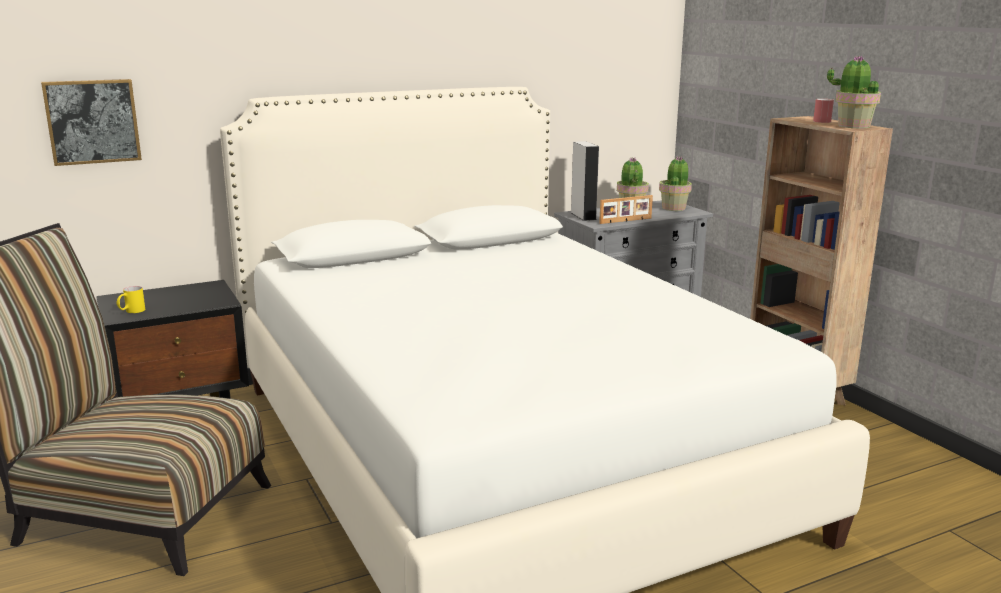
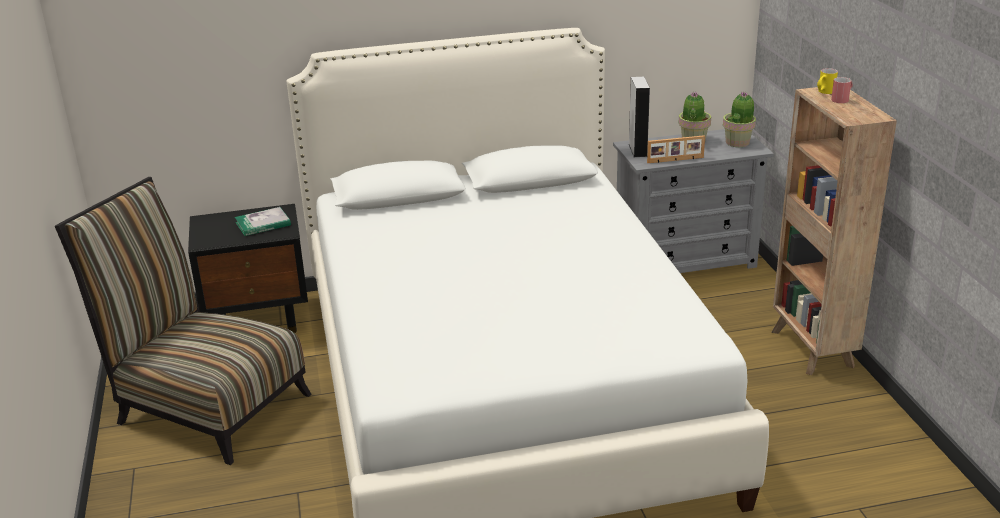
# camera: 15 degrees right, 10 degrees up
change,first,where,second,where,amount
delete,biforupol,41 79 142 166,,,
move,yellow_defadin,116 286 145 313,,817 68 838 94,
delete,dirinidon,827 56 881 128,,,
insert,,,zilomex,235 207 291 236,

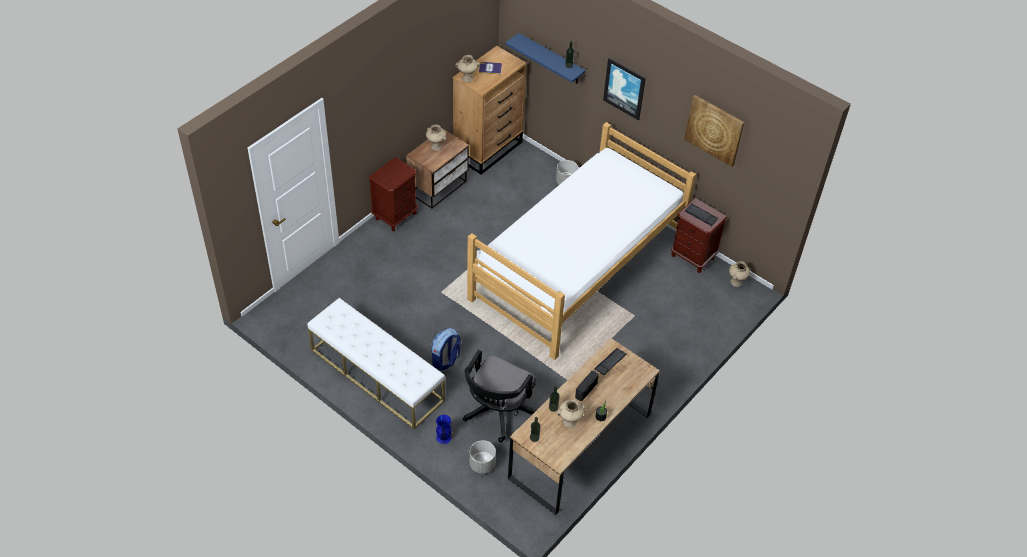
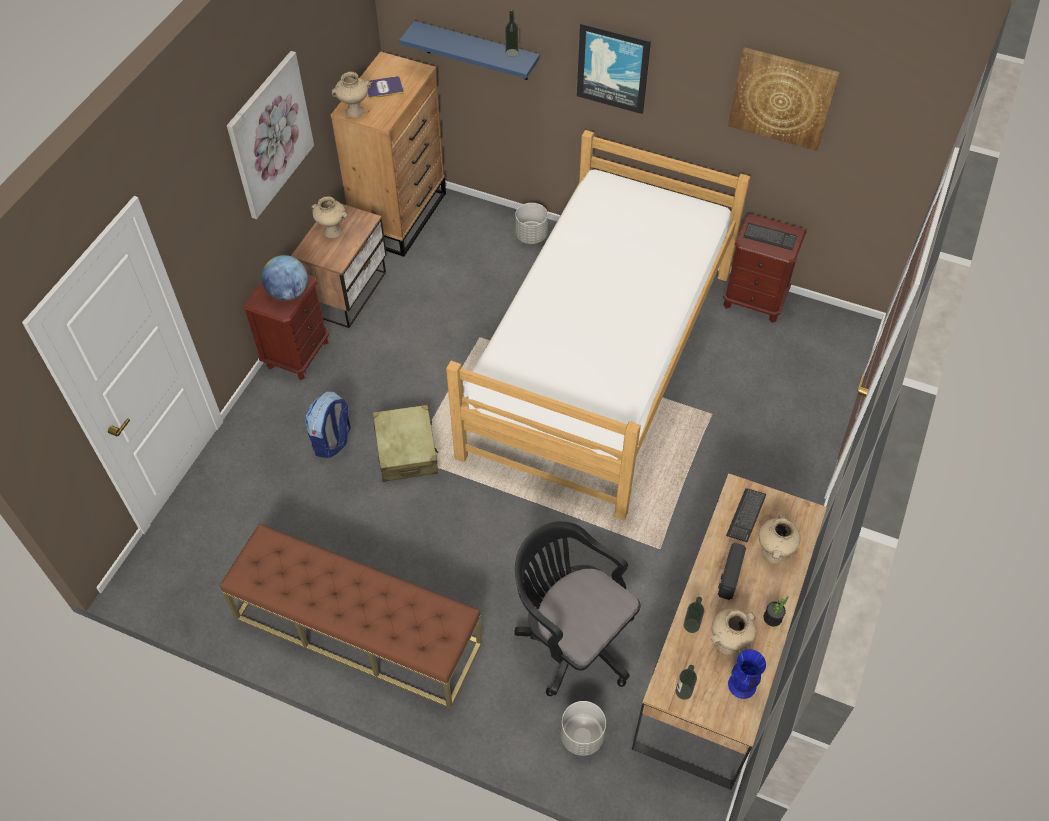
# camera: 15 degrees left, 5 degrees up
change,first,where,second,where,amount
recolor,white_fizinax,307 298 445 429,brown_fizinax,220 524 482 709,
move,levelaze,431 328 461 371,,305 391 351 458,
move,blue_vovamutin,436 415 452 444,,728 649 766 699,
rotate,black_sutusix,463 350 536 442,,514 521 640 696,120 degrees clockwise
move,beige_vovamutin,729 261 750 287,,759 514 801 564,
insert,,,biforupol,227 51 314 219,
insert,,,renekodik,261 255 308 301,
insert,,,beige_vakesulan,373 405 438 482,

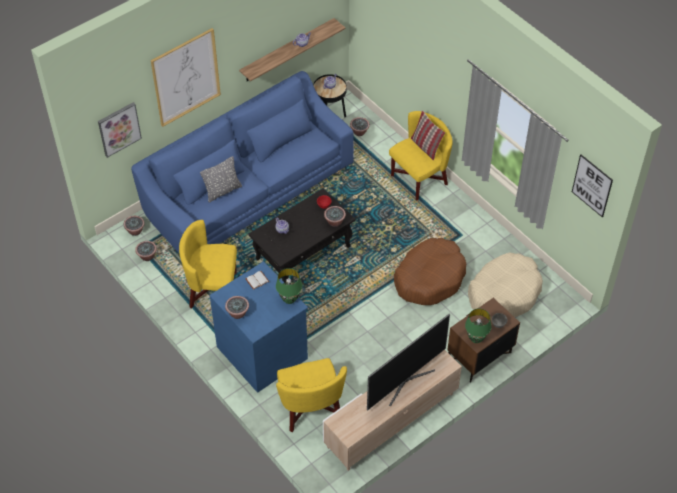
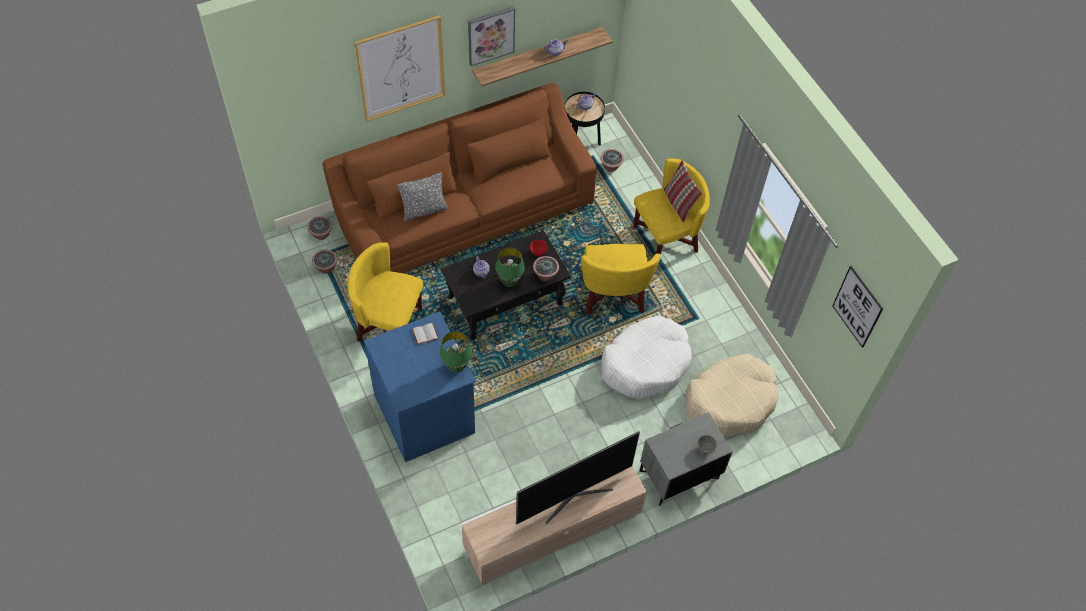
# camera: 10 degrees right, 5 degrees up
change,first,where,second,where,amount
move,biforupol,98 102 142 158,,468 6 515 66,
recolor,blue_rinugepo,131 71 354 254,brown_rinugepo,322 83 597 273,
delete,dirinidon,225 296 249 319,,,
move,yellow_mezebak,276 358 347 432,,581 244 661 315,
recolor,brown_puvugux,394 238 466 305,white_puvugux,602 315 692 399,
recolor,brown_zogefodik,447 298 520 382,grey_zogefodik,640 413 733 506,
move,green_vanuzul,465 308 491 343,,495 248 525 287,

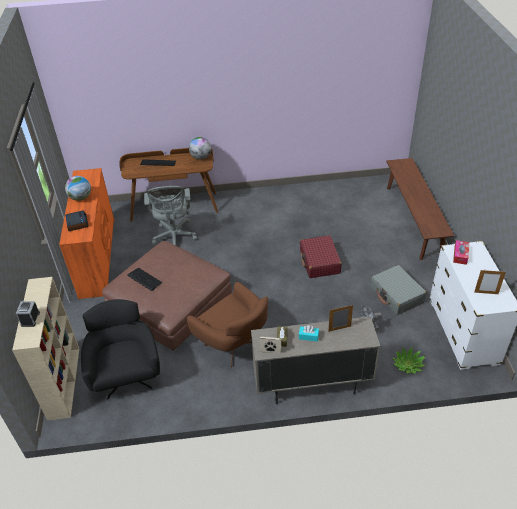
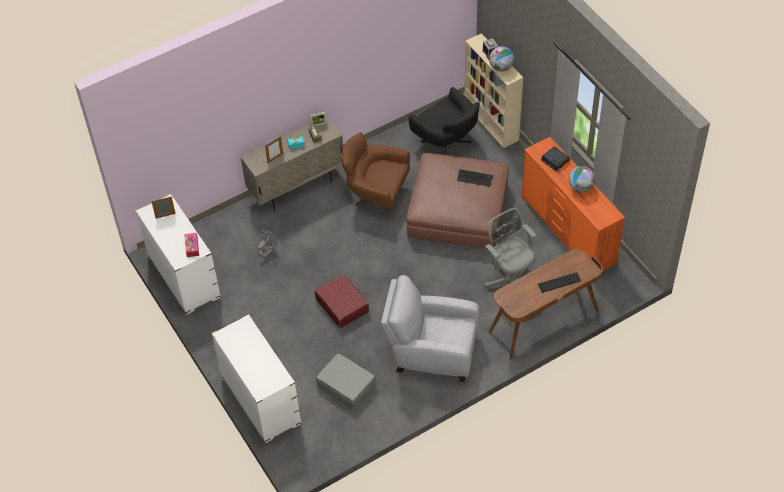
# camera: 155 degrees right, 10 degrees up
change,first,where,second,where,amount
move,renekodik,189 137 211 160,,489 46 514 72,
move,grey_vakesulan,371 265 426 315,,316 353 376 409,
replace,brown_fizinax,386 158 454 260,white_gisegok,211 314 301 443,
delete,dirinidon,393 347 425 374,,,
insert,,,grey_mezebak,381 275 480 382,

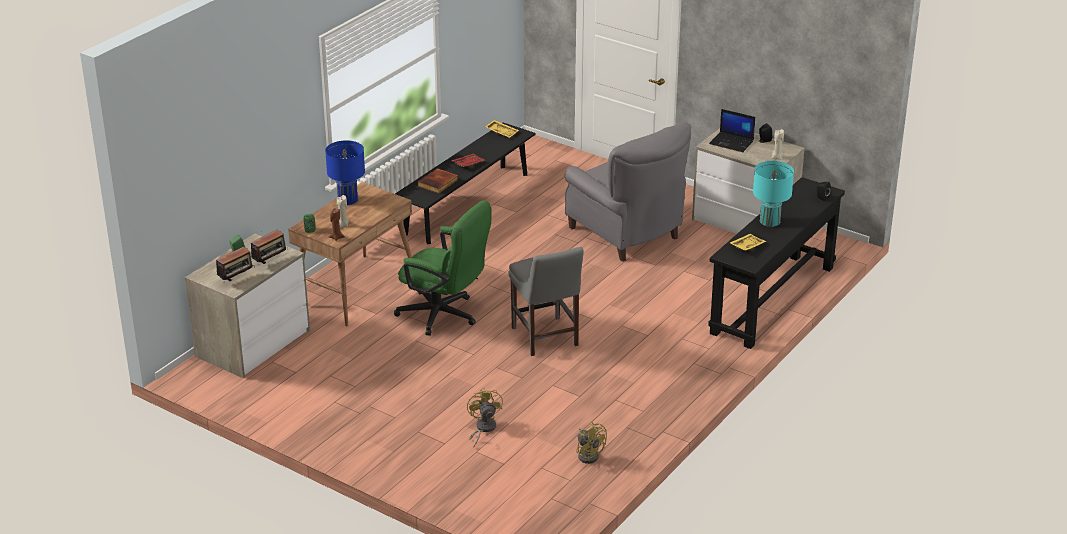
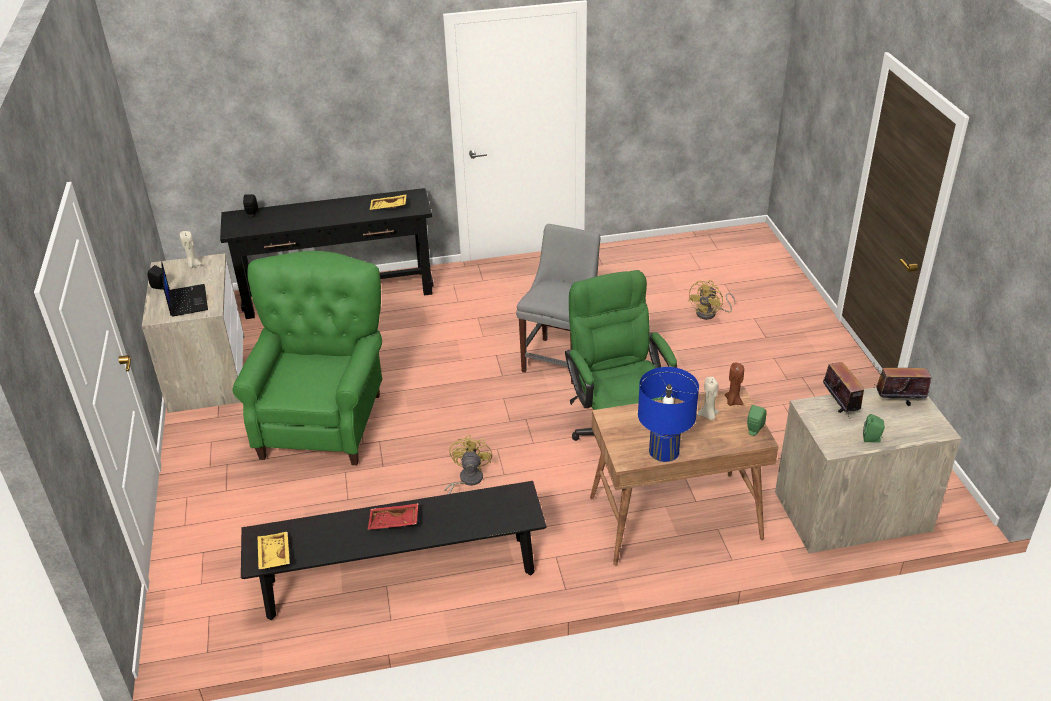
# camera: 135 degrees left, 5 degrees up
change,first,where,second,where,amount
rotate,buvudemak,251 230 286 267,,823 362 864 417,75 degrees clockwise
delete,zilomex,417 168 458 194,,,
recolor,grey_mezebak,564 122 691 262,green_mezebak,232 251 382 465,
move,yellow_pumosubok,576 422 607 464,,444 435 492 494,
delete,turquoise_vanuzul,753 161 794 227,,,

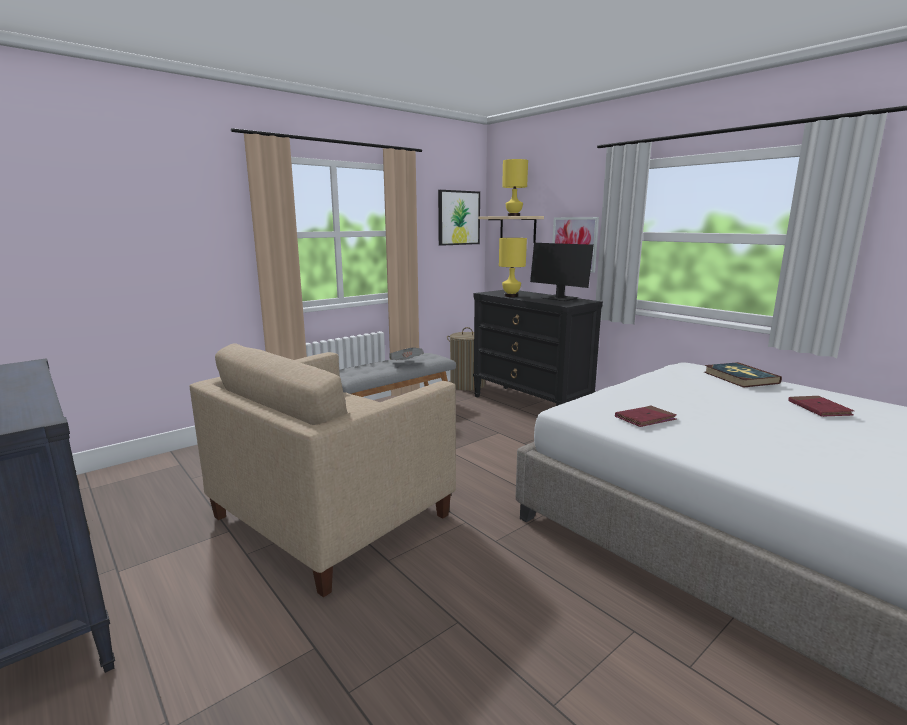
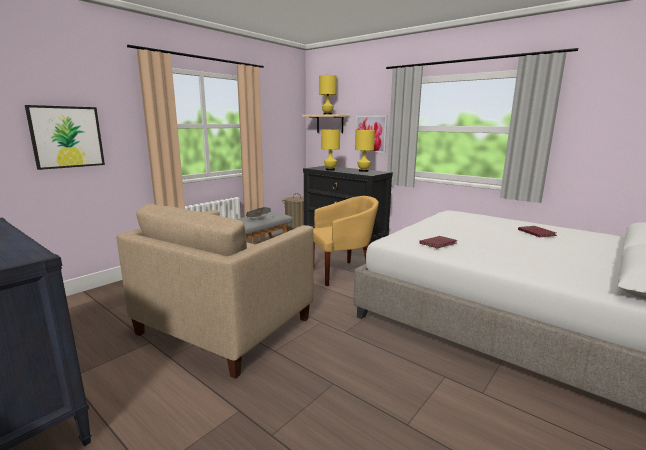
# camera: 10 degrees left, 0 degrees up
change,first,where,second,where,amount
move,biforupol,438 190 480 246,,25 105 105 170,
replace,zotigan,530 243 594 301,yellow_vanuzul,355 130 375 172,
delete,zilomex,704 362 782 388,,,
insert,,,yellow_mezebak,313 196 379 286,

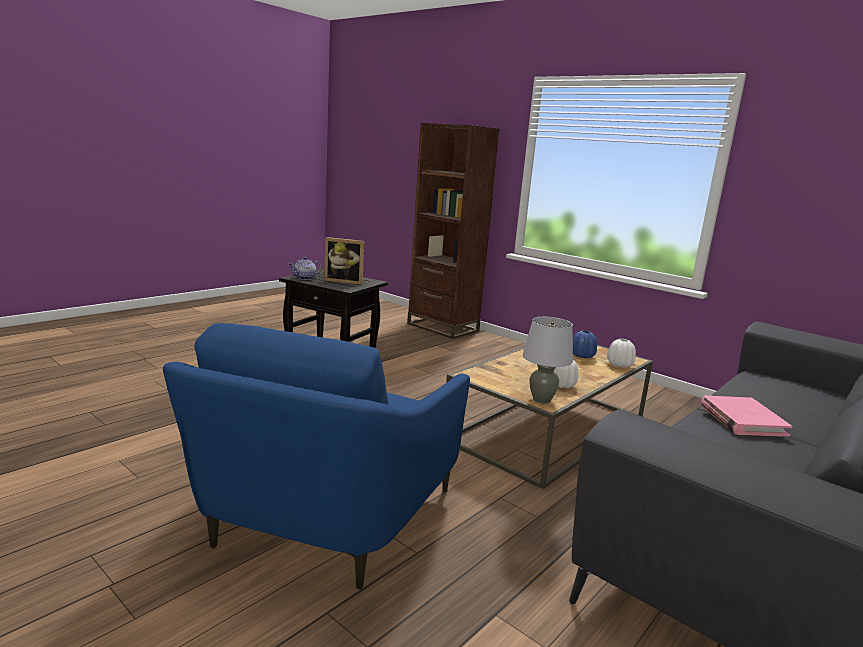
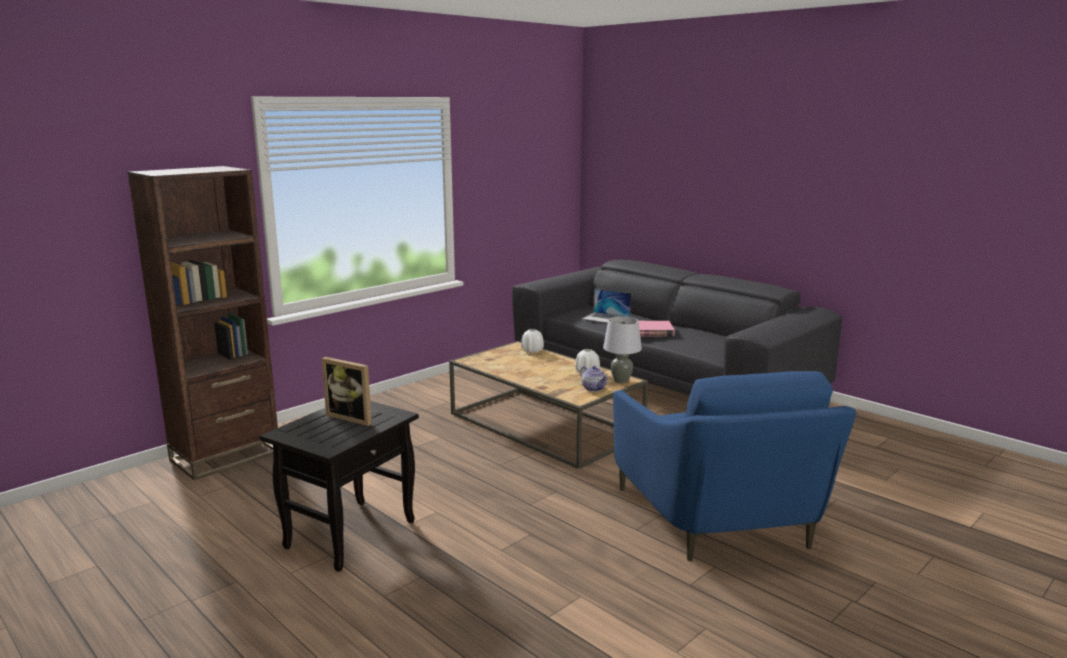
# camera: 85 degrees left, 0 degrees up
change,first,where,second,where,amount
rotate,blue_mezebak,163 323 470 589,,613 371 857 561,60 degrees clockwise
move,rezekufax,288 257 322 280,,580 366 608 392,
rotate,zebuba,324 237 364 285,,322 357 372 426,105 degrees clockwise
delete,blue_vovamutin,573 331 597 358,,,
insert,,,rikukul,582 288 631 323,

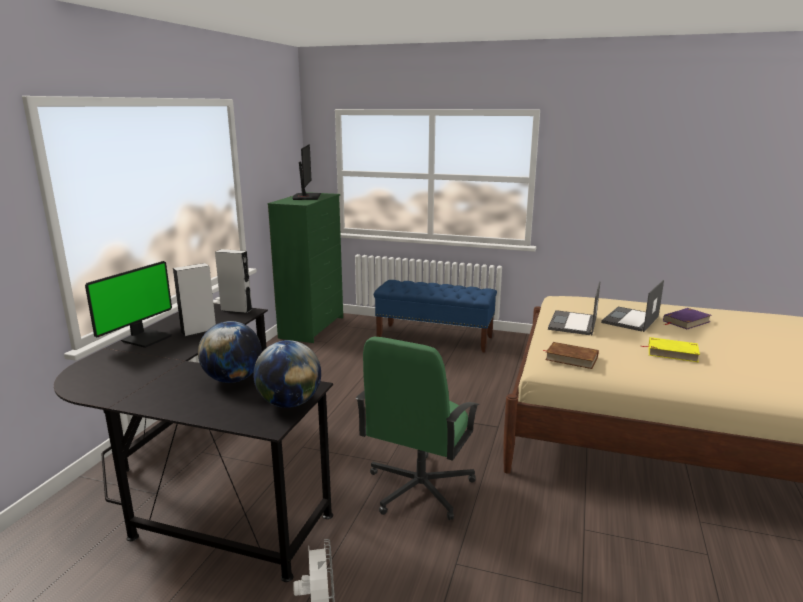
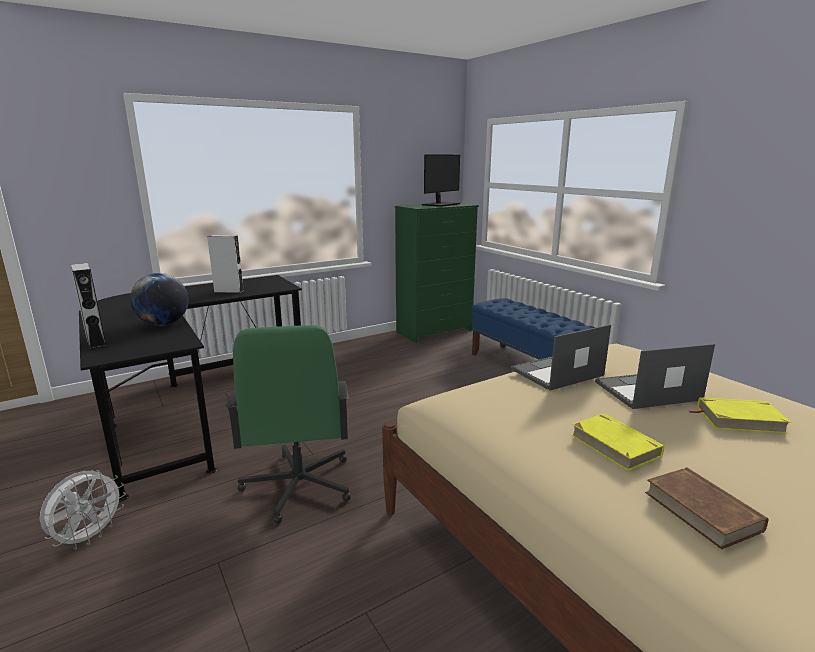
# camera: 40 degrees right, 0 degrees up
change,first,where,second,where,amount
delete,zotigan,85 261 172 348,,,
move,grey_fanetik,215 249 253 313,,71 263 107 349,
delete,renekodik,253 340 321 408,,,
rotate,green_sutusix,356 337 480 520,,226 325 351 524,75 degrees counterclockwise
move,brown_zilomex,542 342 599 369,,645 467 769 549,
recolor,purple_zilomex,663 308 711 329,yellow_zilomex,690 397 791 433,

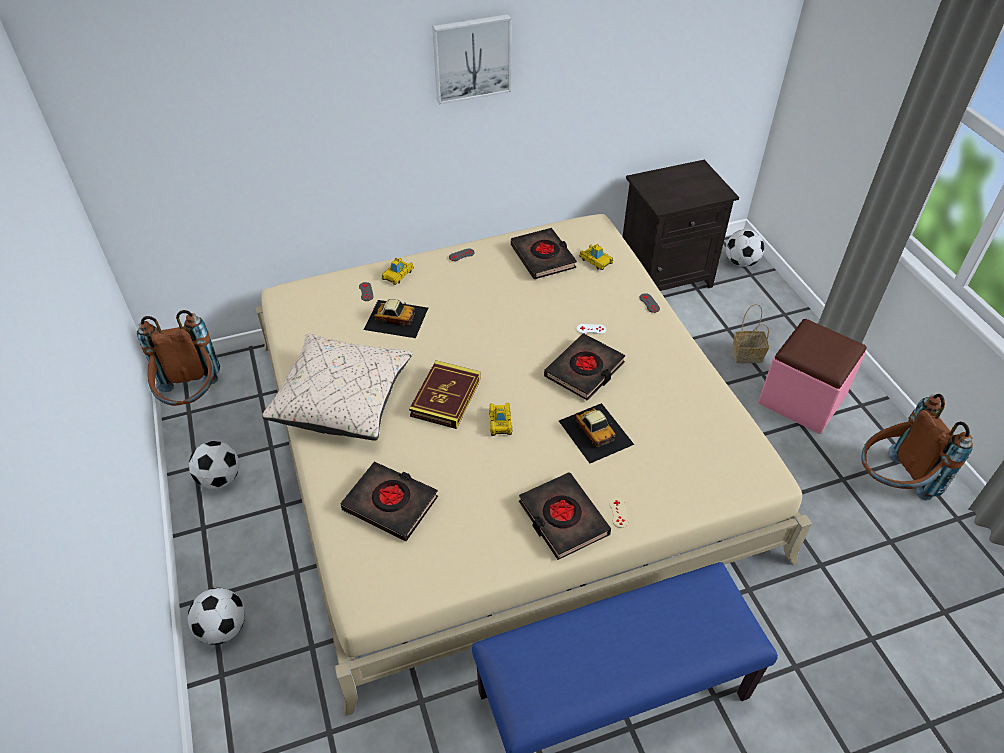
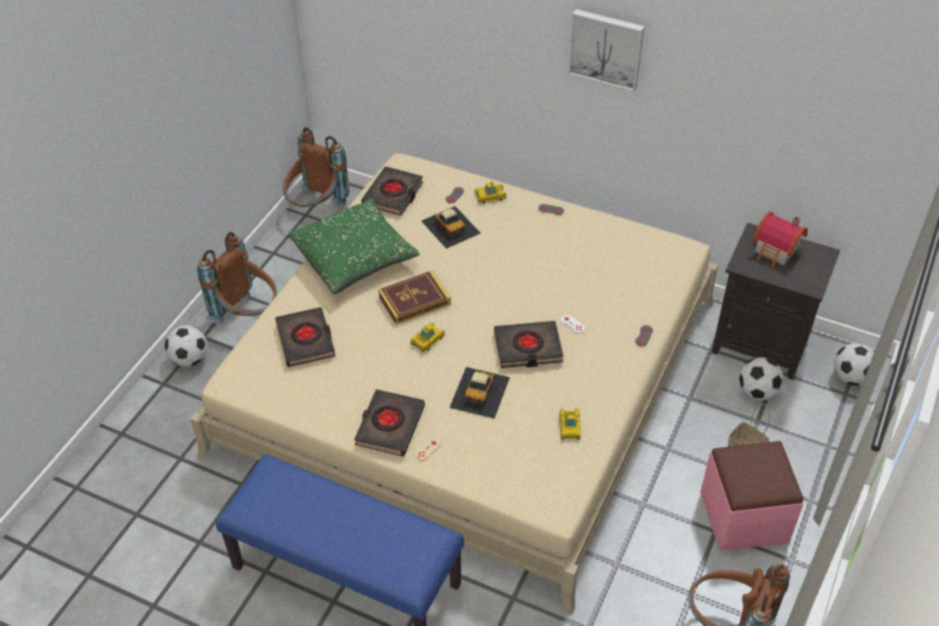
# camera: 45 degrees right, 0 degrees up
change,first,where,second,where,amount
move,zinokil,189 441 239 489,,739 357 784 401,
recolor,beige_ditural,262 333 413 441,green_ditural,289 198 420 294,
move,black_zilomex,511 228 577 279,,361 166 423 216,
move,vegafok,579 243 613 270,,559 408 581 440,
insert,,,brown_levelaze,197 232 277 323,
insert,,,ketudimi,753 211 808 268,

